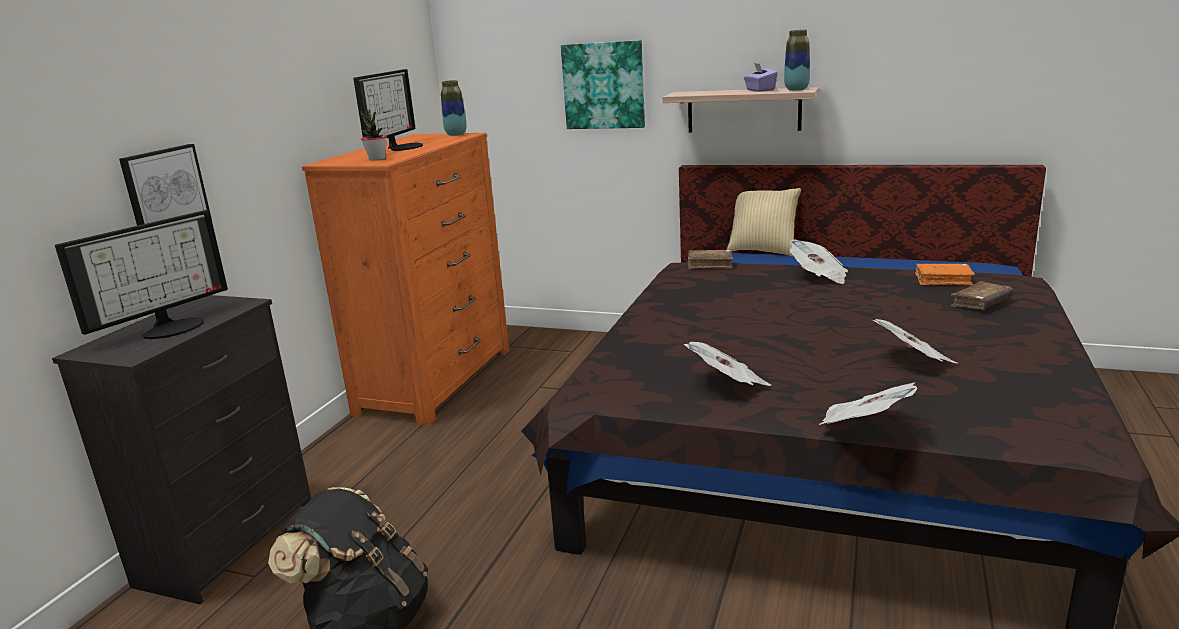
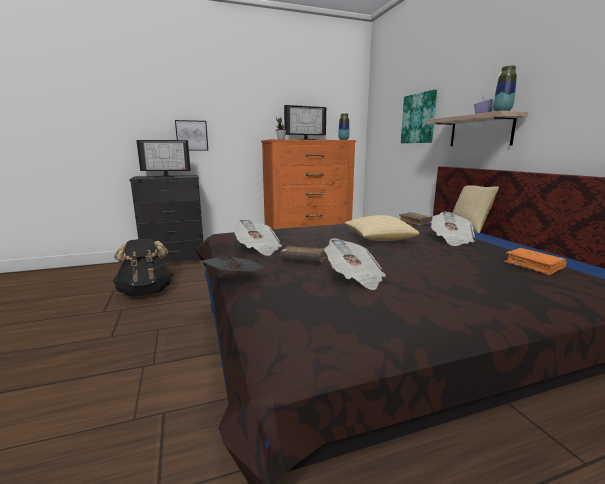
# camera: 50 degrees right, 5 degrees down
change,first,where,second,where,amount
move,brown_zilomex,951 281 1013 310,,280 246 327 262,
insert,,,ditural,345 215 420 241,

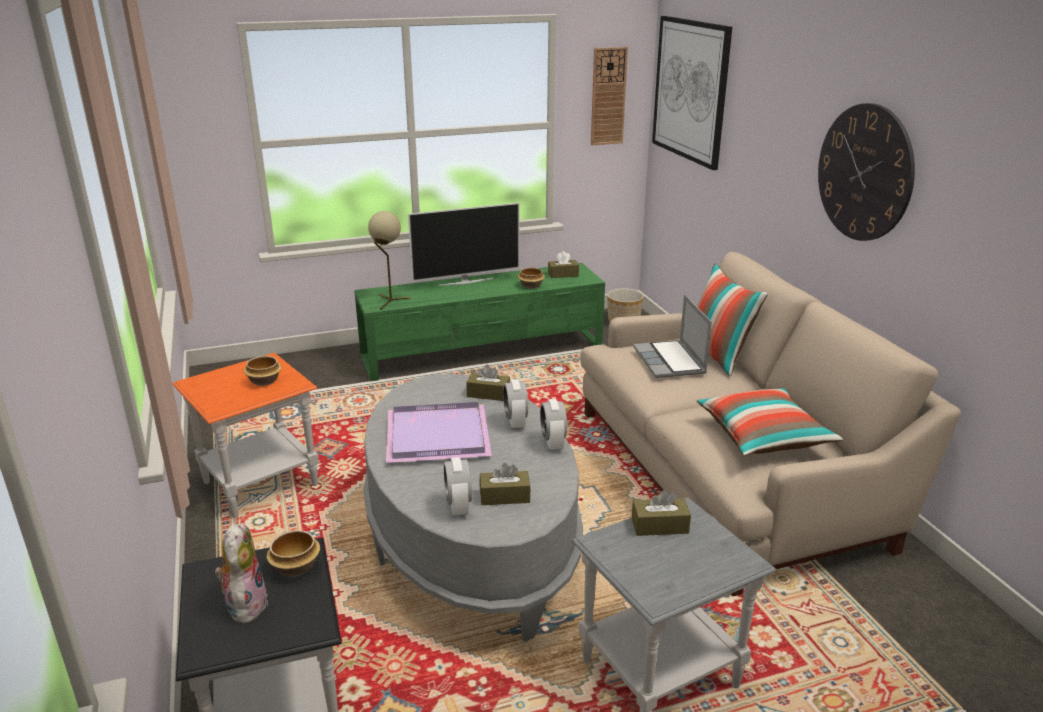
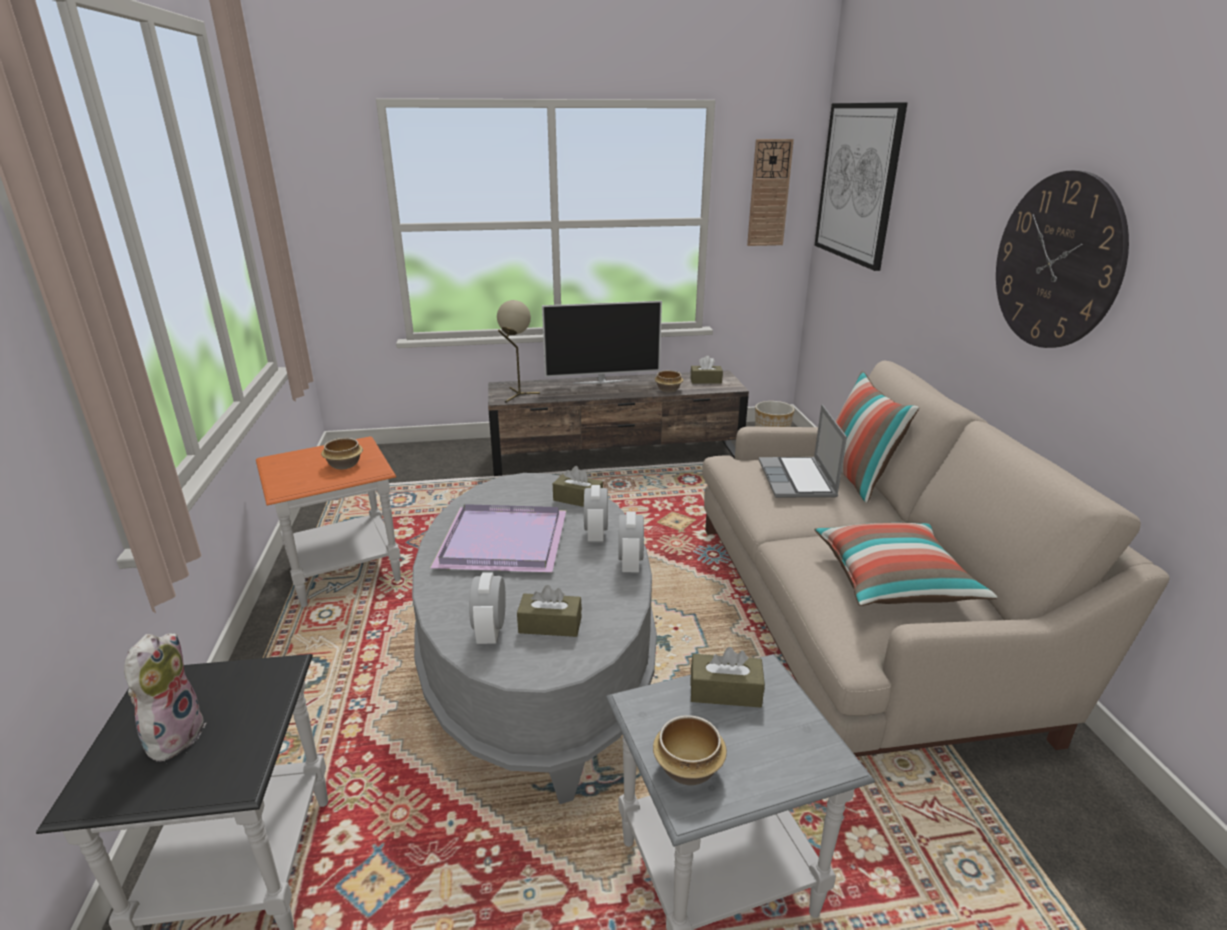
# camera: 10 degrees right, 0 degrees up
change,first,where,second,where,amount
move,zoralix,266 530 320 577,,653 715 727 785,
recolor,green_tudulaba,354 263 605 381,brown_tudulaba,488 370 749 476,

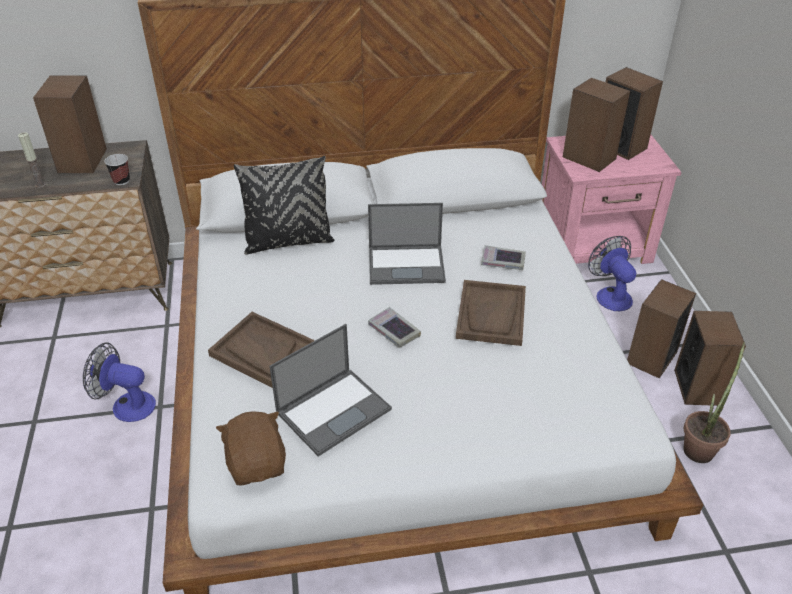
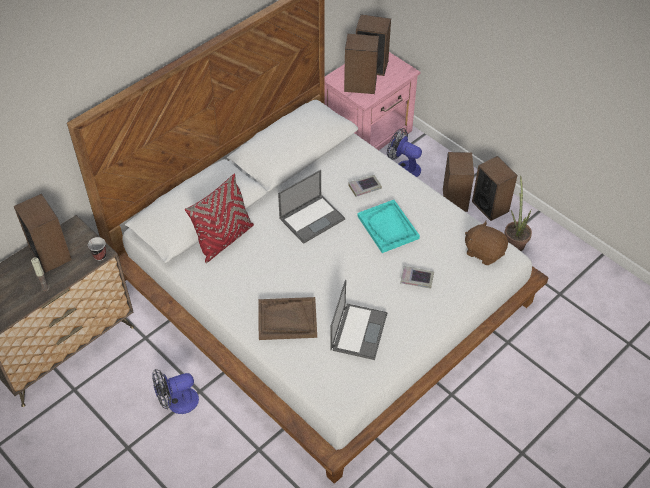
# camera: 35 degrees left, 10 degrees up
change,first,where,second,where,amount
move,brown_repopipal,216 411 286 485,,465 221 508 265,
recolor,black_ditural,234 156 335 255,red_ditural,185 174 254 263,
move,zilomex,368 307 421 348,,400 266 434 289,
recolor,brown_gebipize,456 280 526 346,turquoise_gebipize,357 200 420 253,

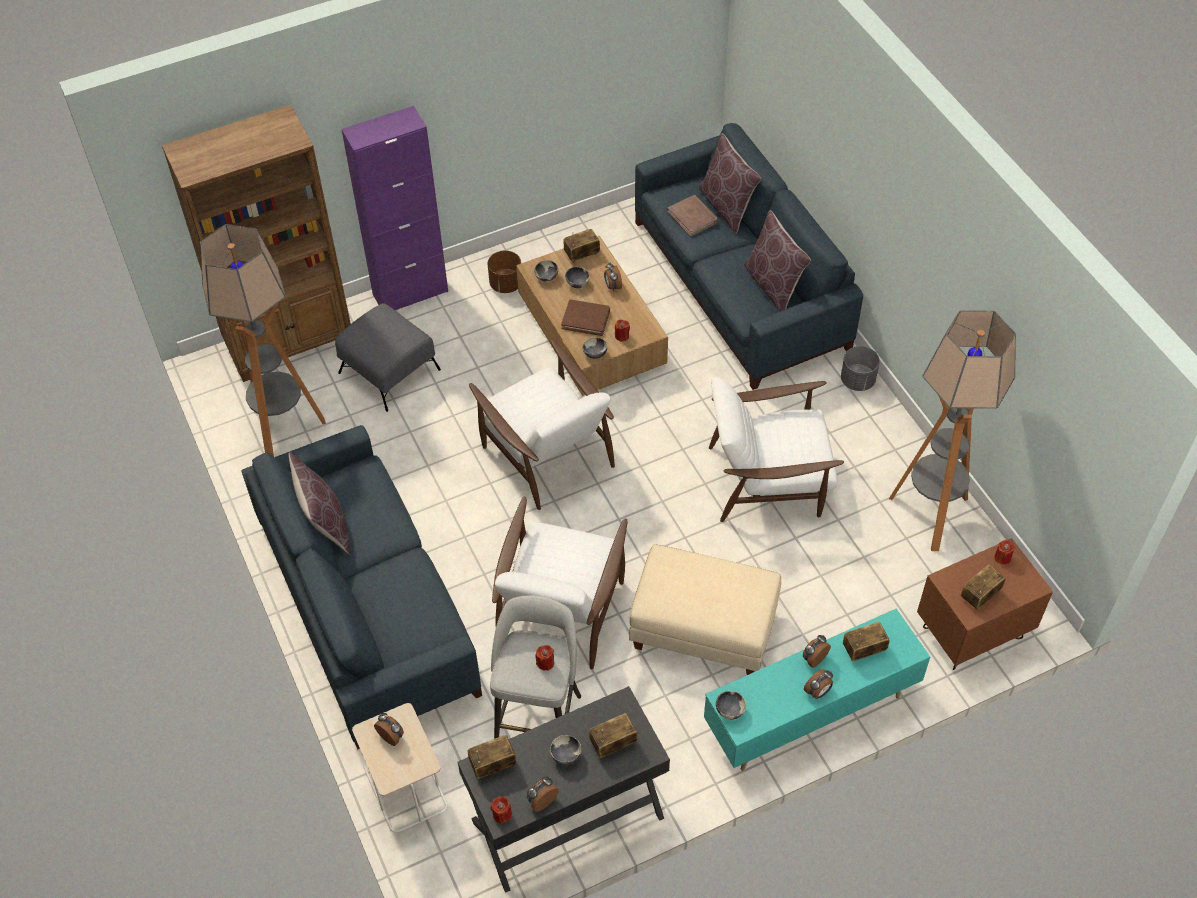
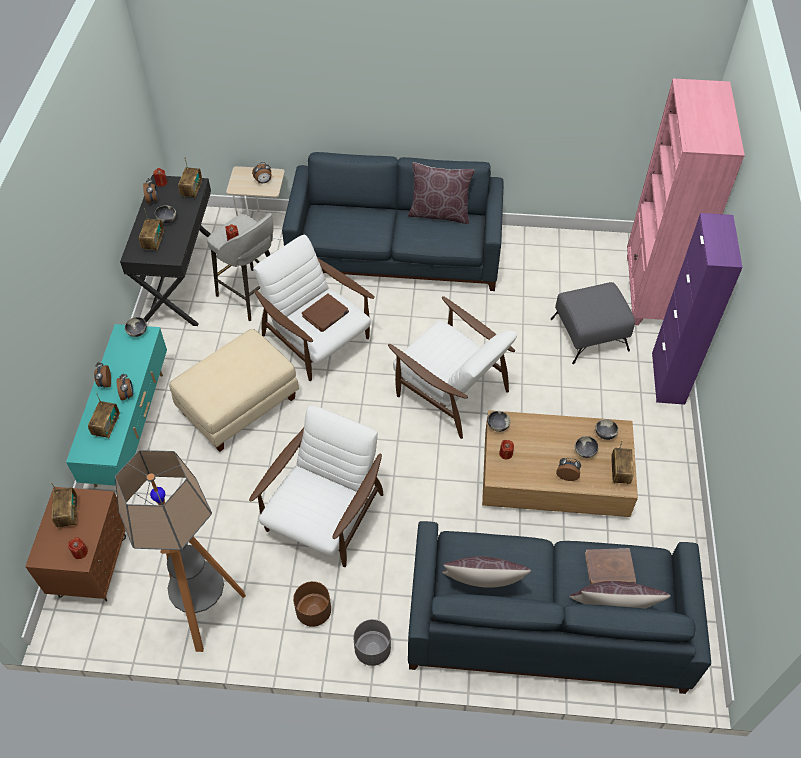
# camera: 120 degrees right, 0 degrees up
change,first,where,second,where,amount
recolor,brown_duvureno,162 105 351 382,pink_duvureno,627 78 745 325,
delete,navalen,200 224 326 457,,,
rotate,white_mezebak,469 340 615 510,,388 296 517 439,135 degrees counterclockwise
move,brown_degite,488 251 521 293,,293 581 331 627,
move,brown_zilomex,561 299 610 336,,302 293 349 332,

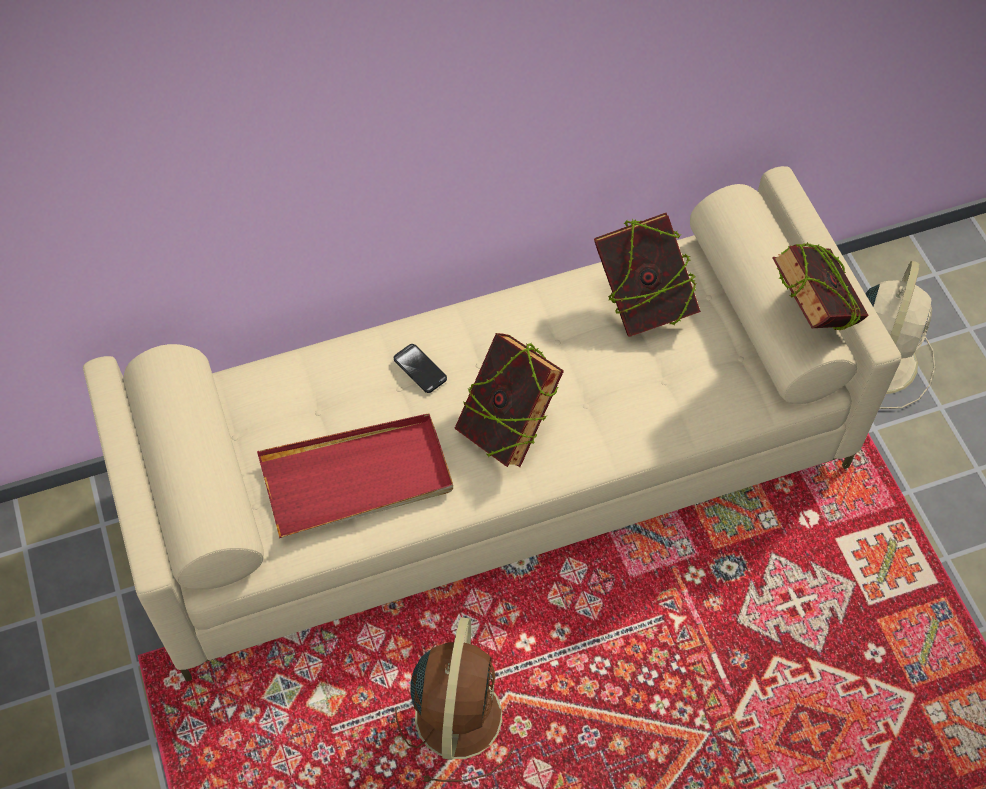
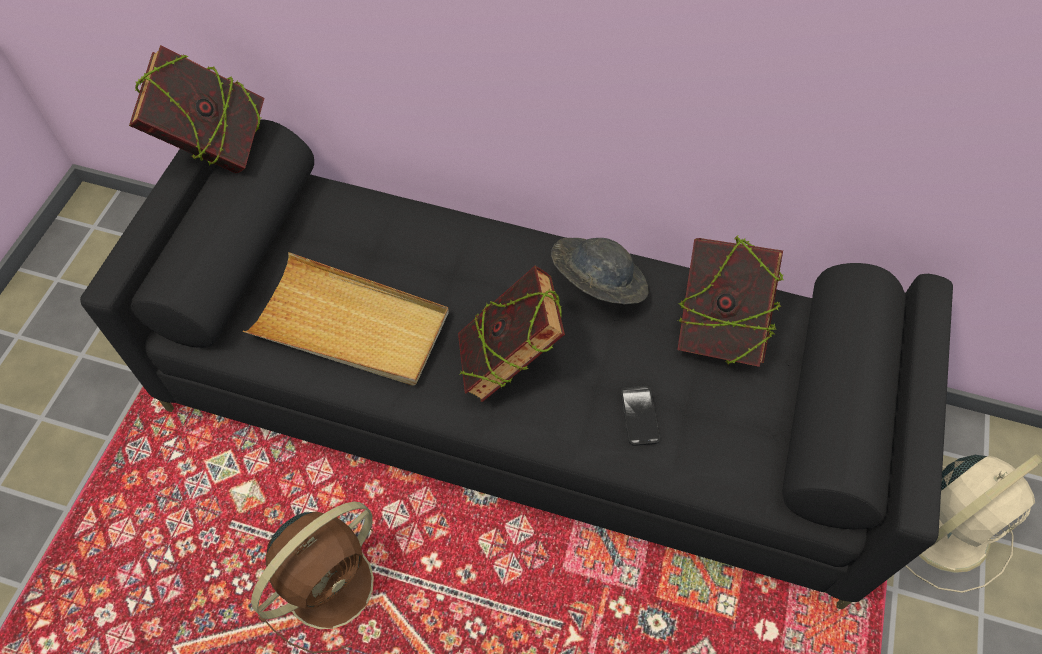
# camera: 35 degrees right, 0 degrees up
change,first,where,second,where,amount
recolor,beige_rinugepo,83 166 901 682,black_rinugepo,80 119 953 610,
recolor,red_gebipize,257 413 453 538,beige_gebipize,242 252 449 385,
move,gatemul,394 344 447 393,,621 386 660 446,
move,zilomex,772 242 869 330,,129 45 264 173,
insert,,,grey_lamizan,551 238 648 304,

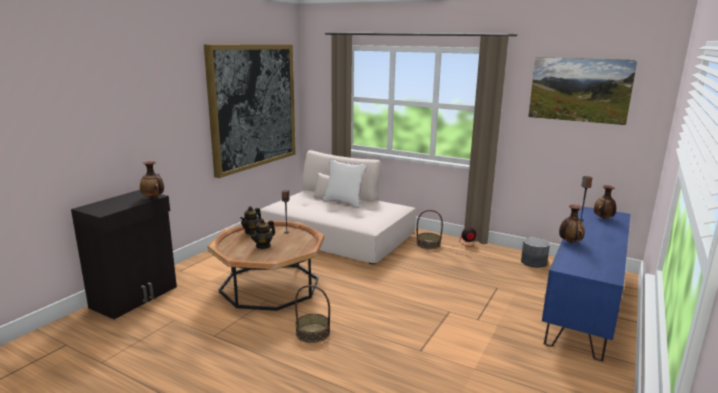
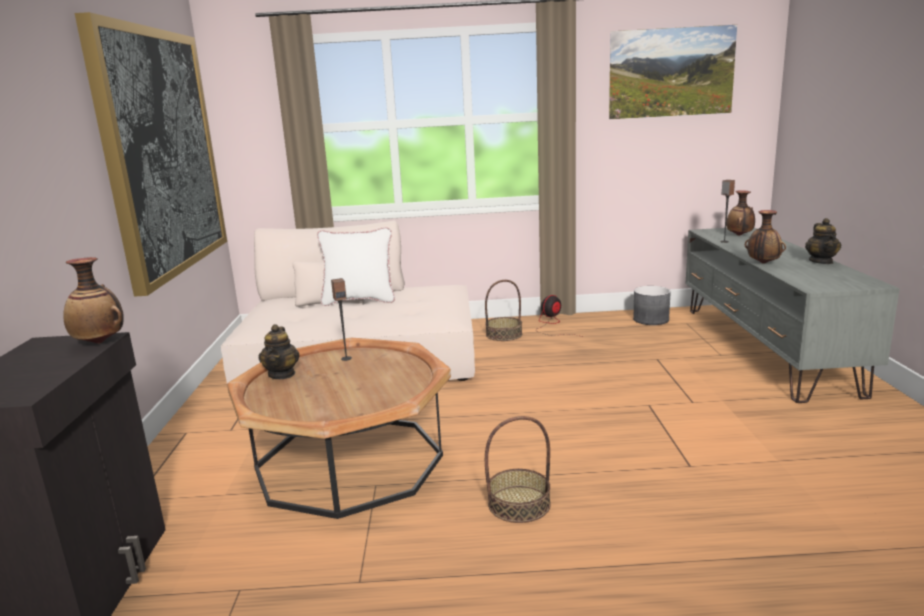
# camera: 30 degrees left, 0 degrees up
change,first,where,second,where,amount
move,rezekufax,249 219 275 249,,805 218 841 264,
recolor,blue_tudulaba,542 206 631 361,grey_tudulaba,686 228 900 403,

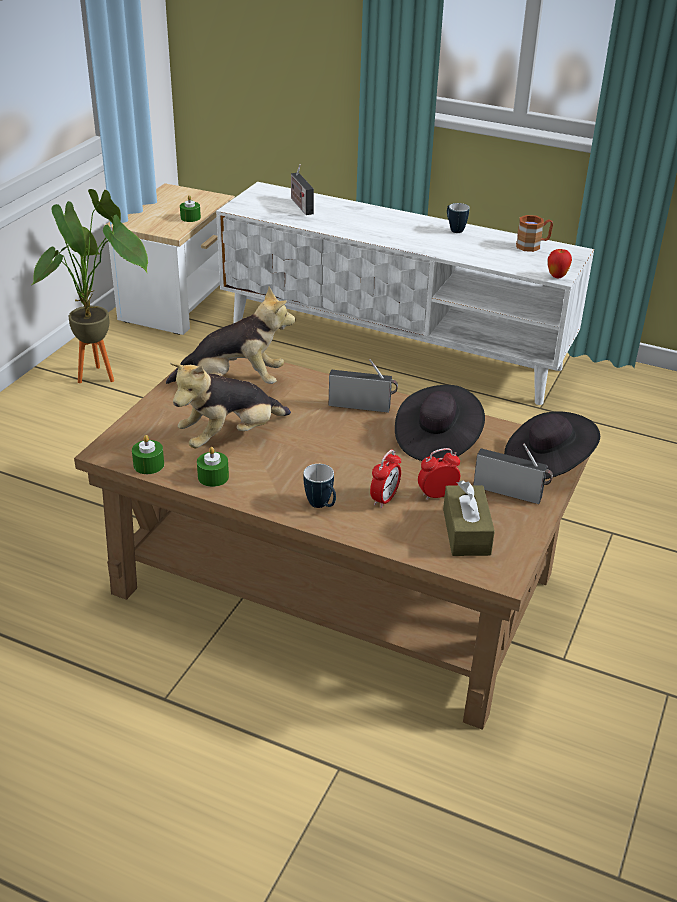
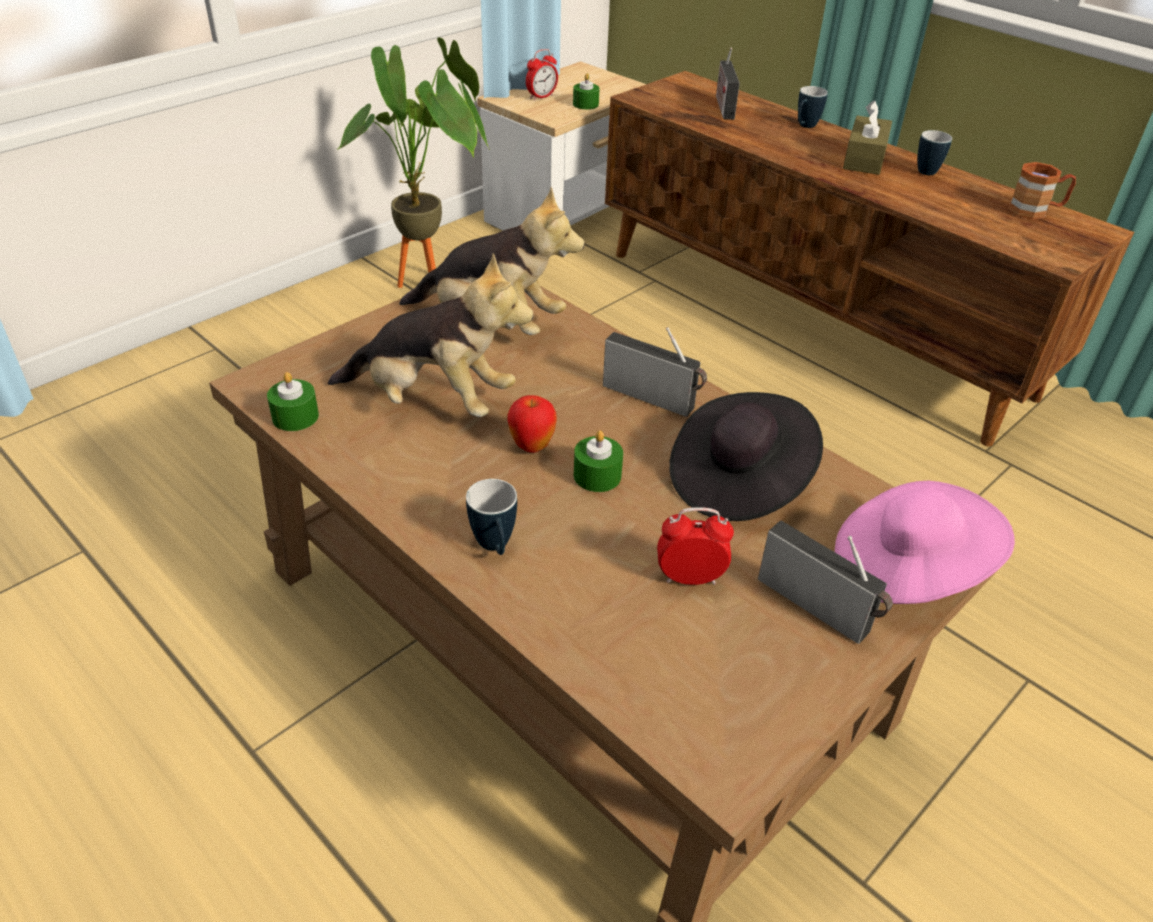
# camera: 20 degrees right, 5 degrees up
change,first,where,second,where,amount
rotate,repopipal,170 363 291 449,,328 253 534 417,150 degrees counterclockwise
move,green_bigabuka,197 447 229 487,,574 431 623 492,
recolor,white_tudulaba,216 182 594 405,brown_tudulaba,605 71 1134 446,
move,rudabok,370 450 401 508,,526 49 558 101,
move,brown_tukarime,443 481 495 556,,843 100 892 175,
recolor,black_lamizan,504 412 600 479,pink_lamizan,835 481 1015 604,
move,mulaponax,548 249 572 278,,507 395 557 453,
insert,,,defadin,798 86 828 128,

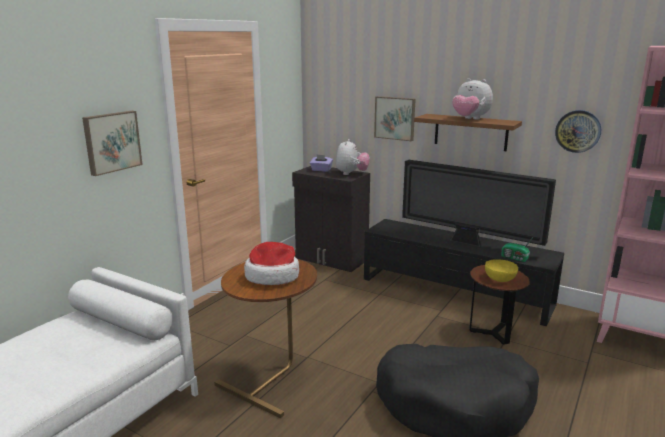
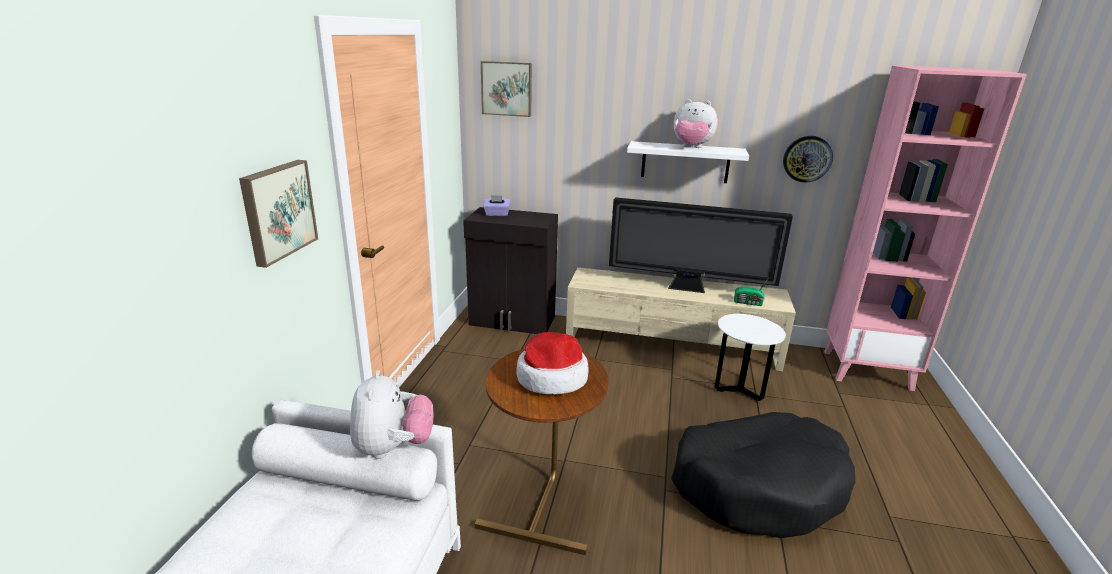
# camera: 20 degrees left, 5 degrees up
change,first,where,second,where,amount
move,repopipal,336 139 370 175,,350 370 433 459,
recolor,black_tudulaba,364 219 564 327,beige_tudulaba,566 267 796 371,
move,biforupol,374 96 416 141,,481 61 532 117,
recolor,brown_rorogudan,414 114 522 151,white_rorogudan,627 141 749 183,
recolor,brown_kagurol,469 265 530 345,white_kagurol,715 314 786 401,
delete,yellow_zoralix,485 259 518 282,,,

